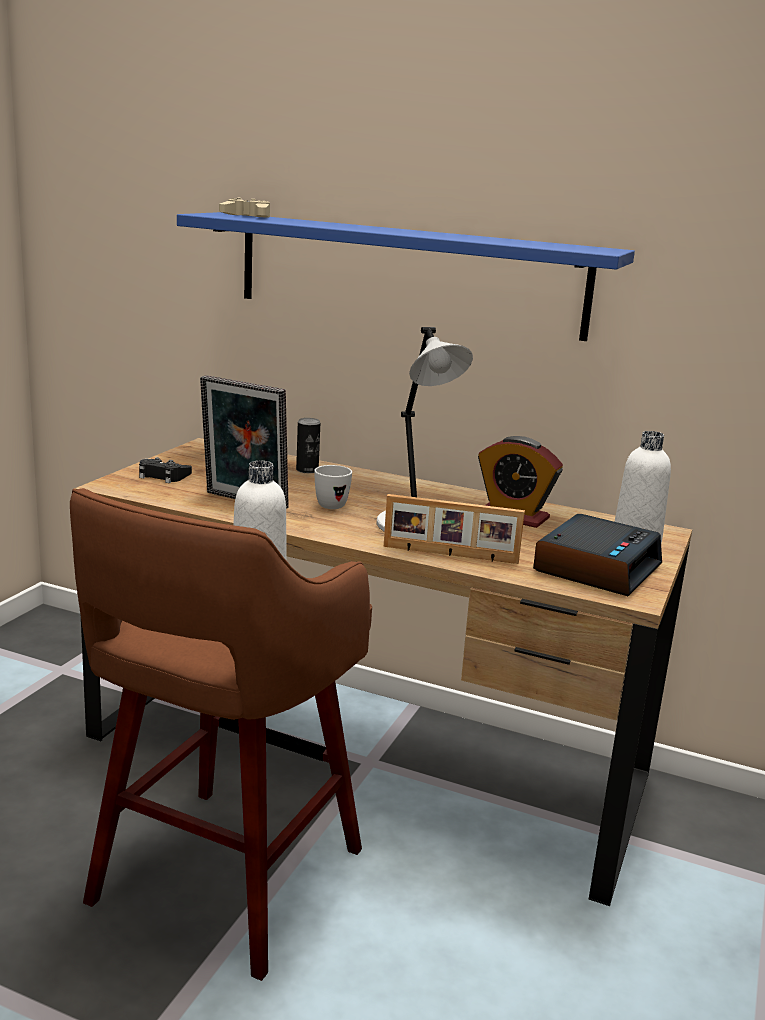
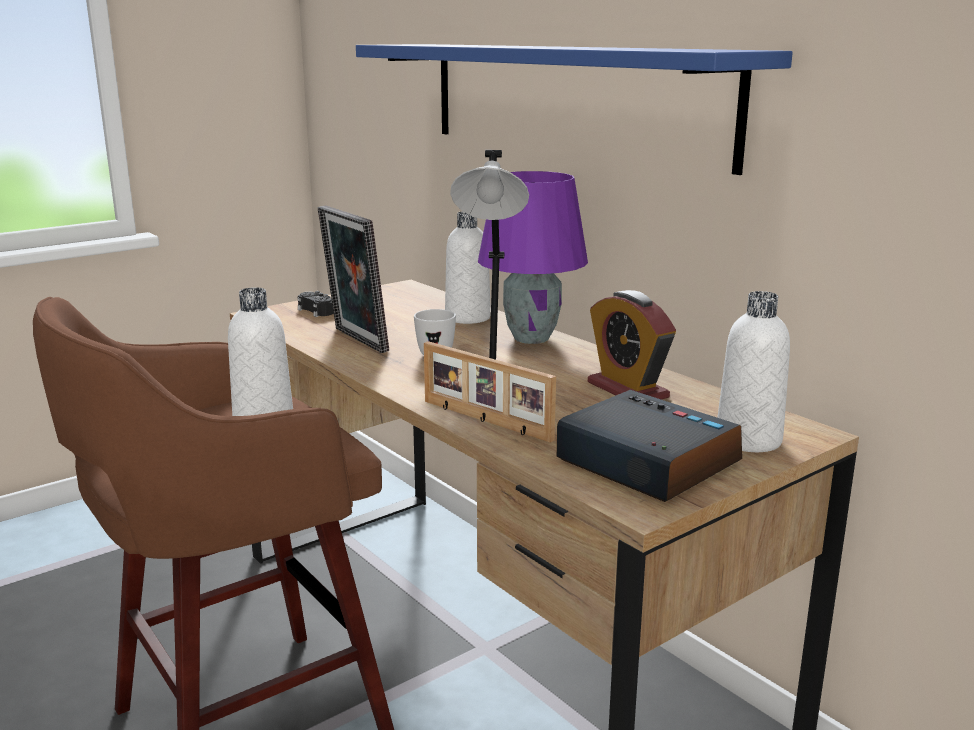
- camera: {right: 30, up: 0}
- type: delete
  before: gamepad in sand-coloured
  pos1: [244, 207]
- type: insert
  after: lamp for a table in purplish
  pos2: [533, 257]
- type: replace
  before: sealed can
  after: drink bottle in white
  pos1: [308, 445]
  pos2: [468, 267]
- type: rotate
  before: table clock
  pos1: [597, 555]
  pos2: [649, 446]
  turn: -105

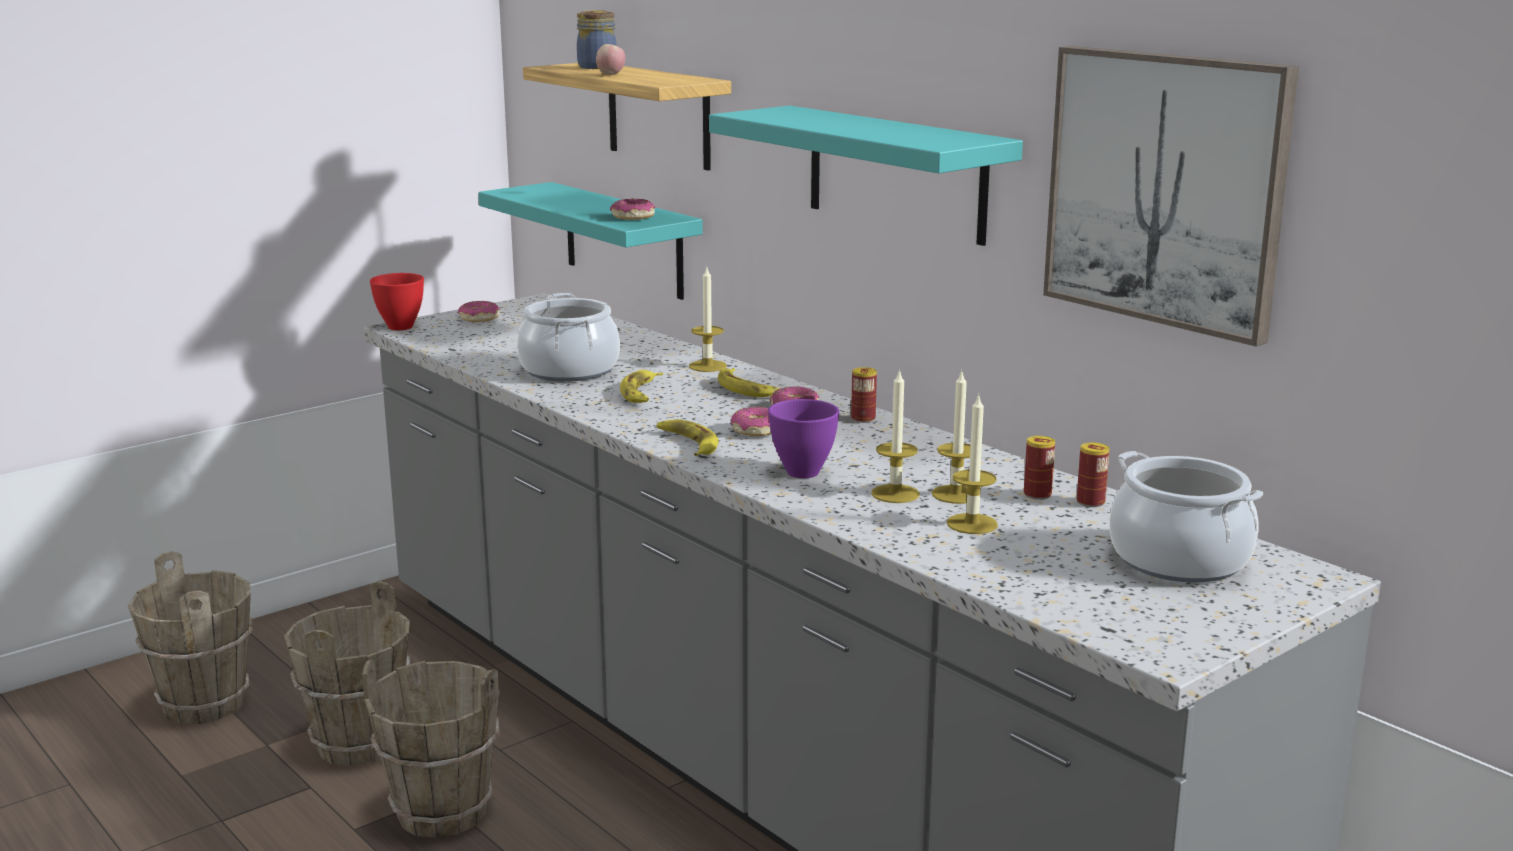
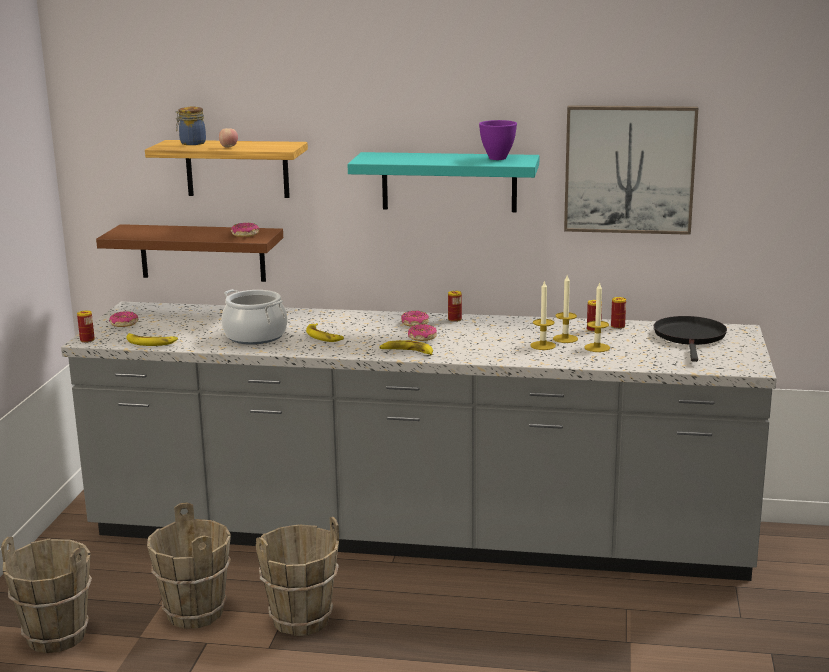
- camera: {right: -40, up: 0}
- type: delete
  before: wax candle
  pos1: [708, 320]
- type: move
  before: whole banana
  pos1: [748, 382]
  pos2: [152, 339]
- type: move
  before: bowl in purplish
  pos1: [803, 438]
  pos2: [498, 140]
- type: replace
  before: bowl in reddish
  after: sealed can
  pos1: [397, 301]
  pos2: [86, 326]
- type: replace
  before: saucepot
  after: frying pan in black-coloured
  pos1: [1186, 516]
  pos2: [690, 339]
- type: recolor
  before: bracket shelf in turquoise
  after: bracket shelf in brownish
  pos1: [590, 241]
  pos2: [189, 253]

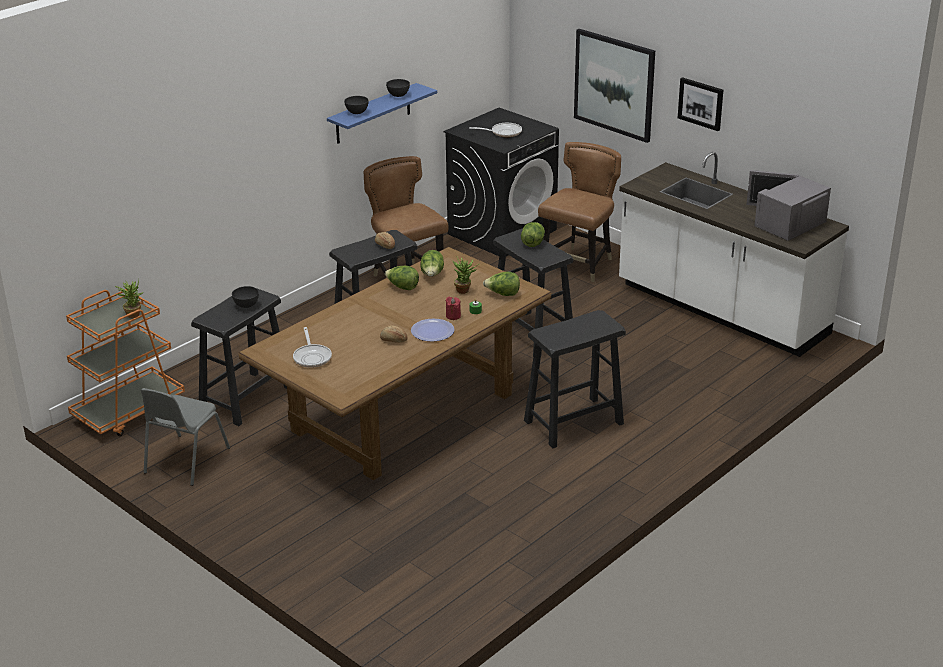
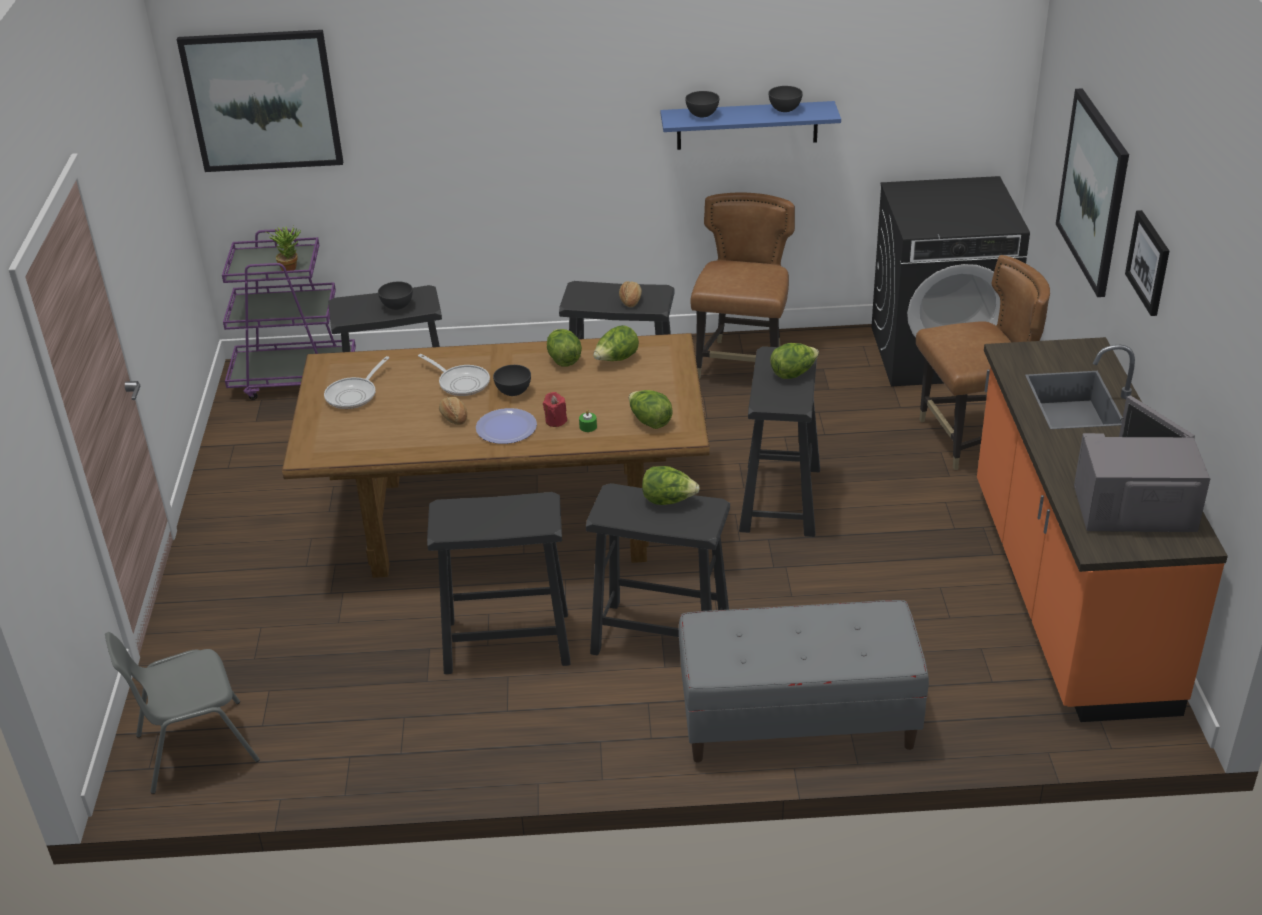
- camera: {right: 45, up: 5}
- type: delete
  before: plant in a pot
  pos1: [466, 275]
- type: insert
  after: picture
  pos2: [260, 101]
- type: insert
  after: stool seat in black-coloured
  pos2: [499, 583]
- type: insert
  after: bowl in greyish
  pos2: [512, 380]
- type: insert
  after: head of lettuce
  pos2: [671, 485]
- type: insert
  after: bench in greyish
  pos2: [804, 681]
- type: move
  before: plain chair in greyish
  pos1: [185, 437]
  pos2: [182, 713]
- type: move
  before: frying pan
  pos1: [495, 130]
  pos2: [454, 375]
- type: recolor
  before: cart in orangey
  after: cart in purplish
  pos1: [125, 362]
  pos2: [289, 314]
- type: recolor
  before: kitchen counter in white
  after: kitchen counter in orangey
  pos1: [734, 254]
  pos2: [1102, 529]

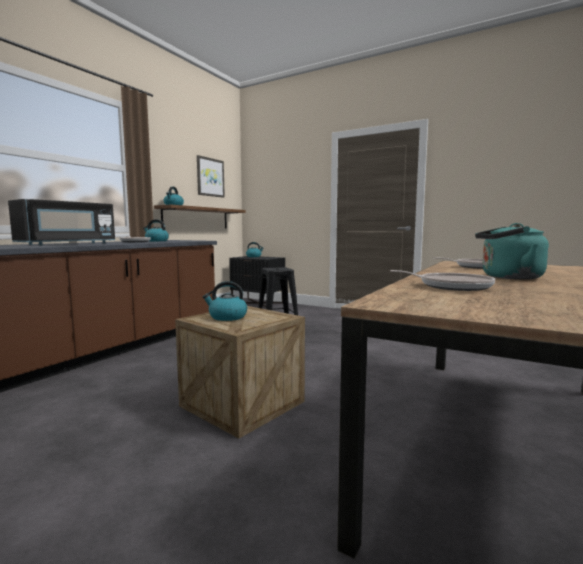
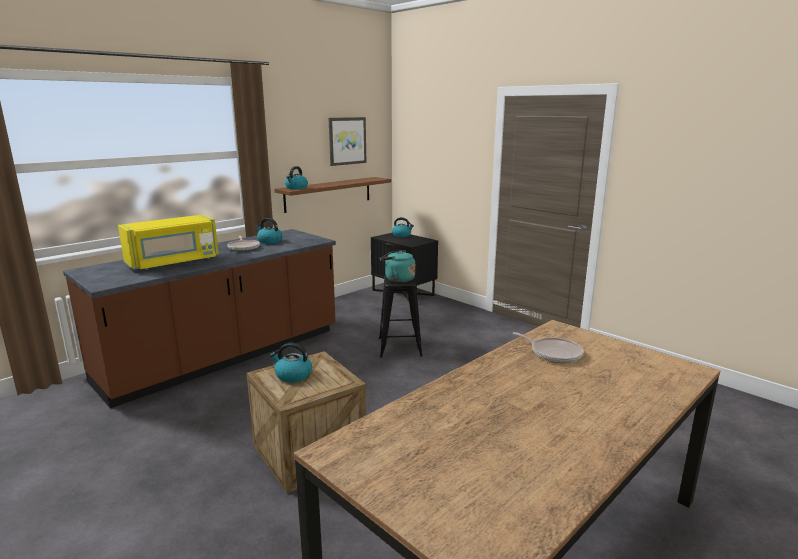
- camera: {right: 15, up: 10}
- type: delete
  before: frying pan
  pos1: [442, 280]
- type: move
  before: water kettle in turquoise
  pos1: [512, 251]
  pos2: [397, 266]
- type: recolor
  before: microwave oven in black-coloured
  after: microwave oven in yellow
  pos1: [61, 222]
  pos2: [168, 242]

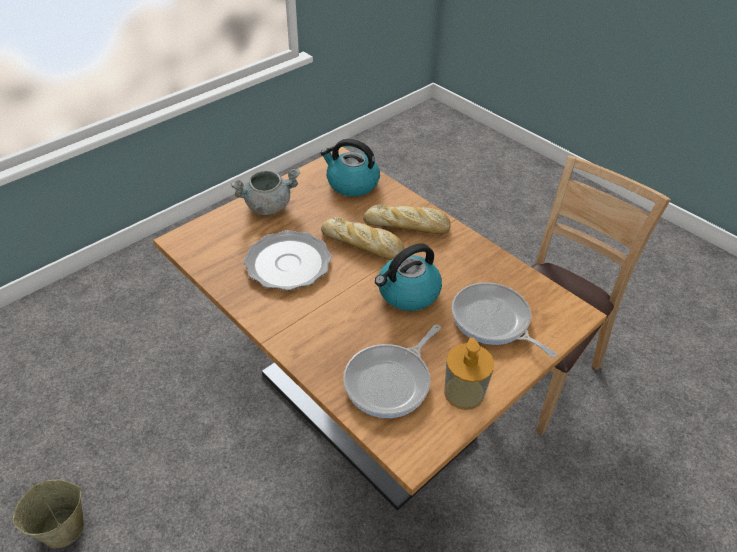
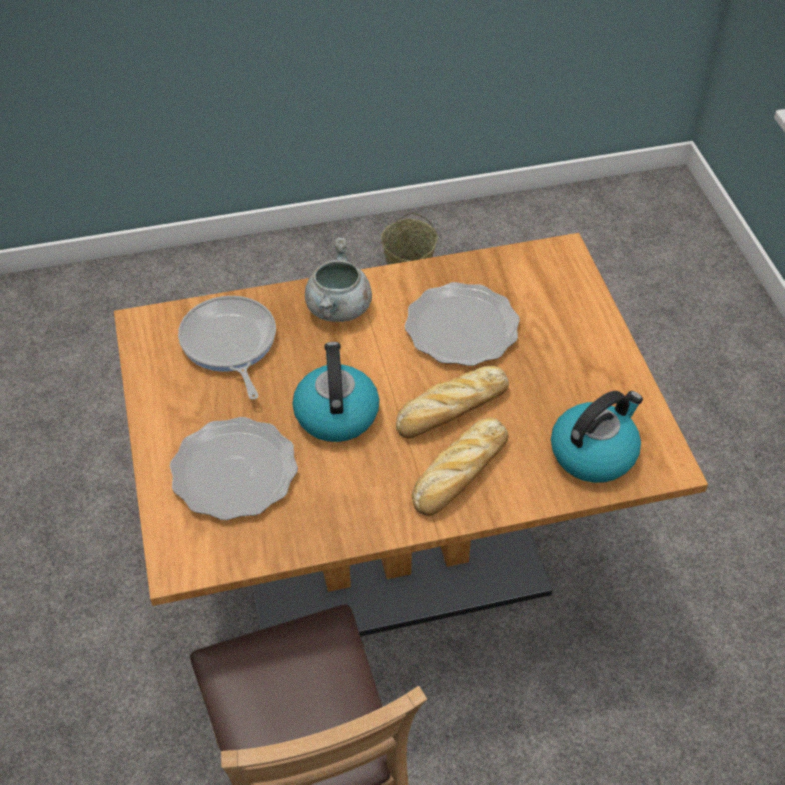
- camera: {right: 120, up: 5}
- type: delete
  before: soap dispenser
  pos1: [469, 373]
- type: move
  before: saucepot in greyish
  pos1: [265, 191]
  pos2: [338, 279]
- type: replace
  before: frying pan
  after: dinner plate
  pos1: [505, 320]
  pos2: [234, 468]

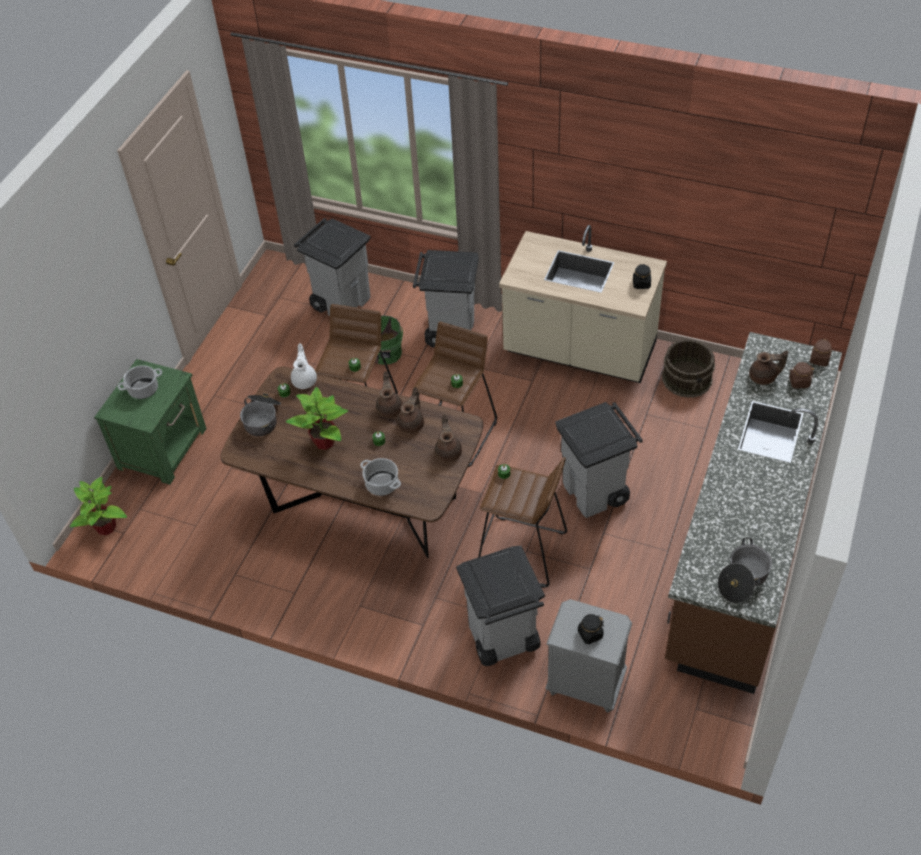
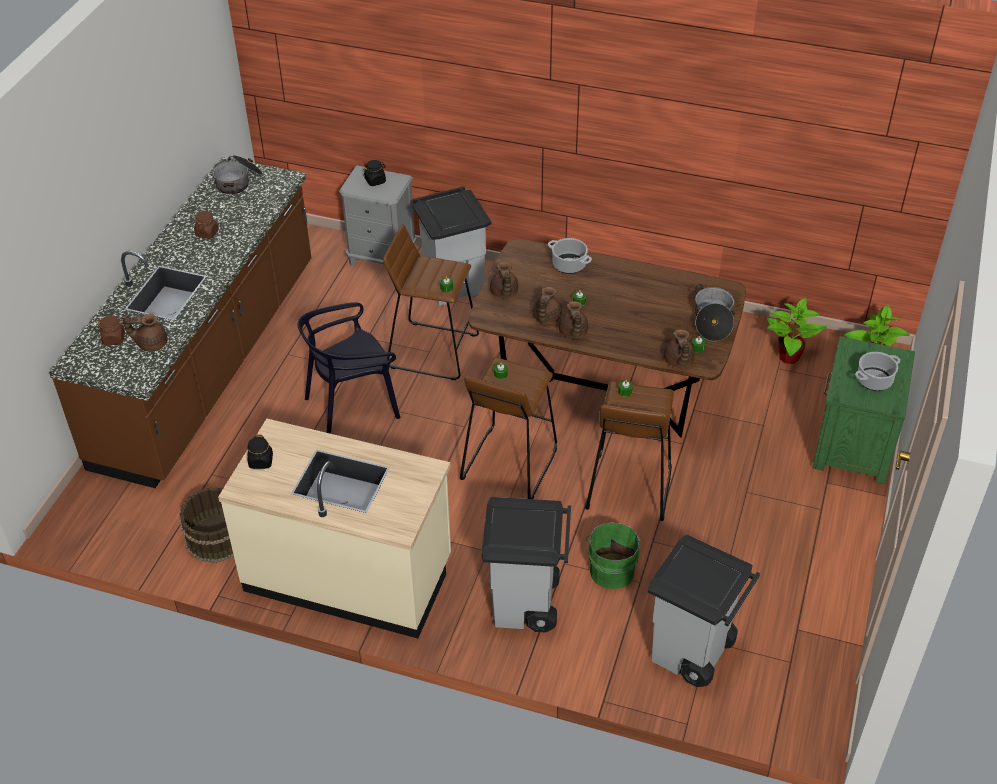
- camera: {right: 175, up: -5}
- type: move
  before: plant in a pot
  pos1: [317, 418]
  pos2: [797, 331]
- type: move
  before: storage jar in brownish
  pos1: [821, 352]
  pos2: [206, 224]
- type: replace
  before: rubbish bin in greyish
  after: plain chair in black-coloured
  pos1: [599, 460]
  pos2: [349, 368]
- type: recolor
  before: teapot in white
  after: teapot in brownish
  pos1: [304, 366]
  pos2: [679, 348]

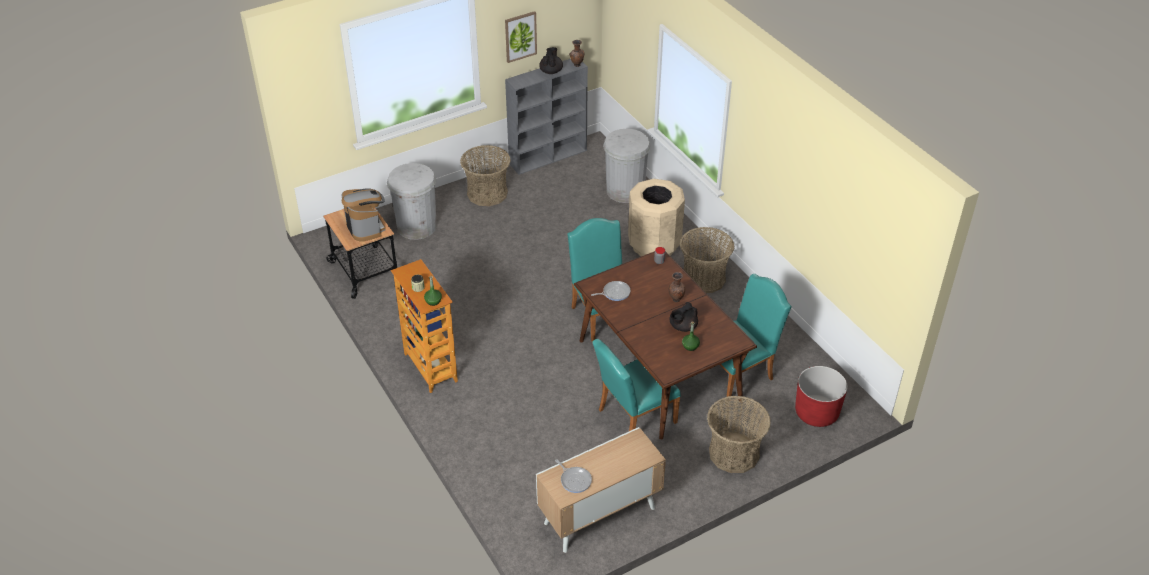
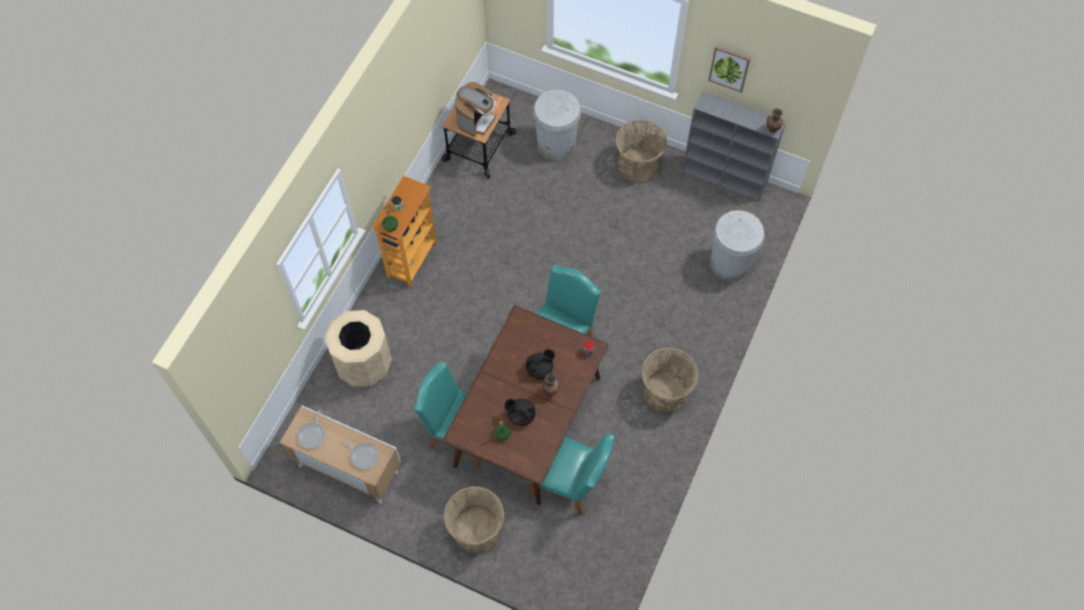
- camera: {right: 55, up: 20}
- type: delete
  before: plant pot in reddish
  pos1: [821, 396]
- type: move
  before: teapot in black-coloured
  pos1: [551, 60]
  pos2: [540, 364]
- type: move
  before: frying pan
  pos1: [610, 291]
  pos2: [360, 454]
- type: move
  before: rubbish bin in sand-coloured
  pos1: [656, 217]
  pos2: [358, 348]

